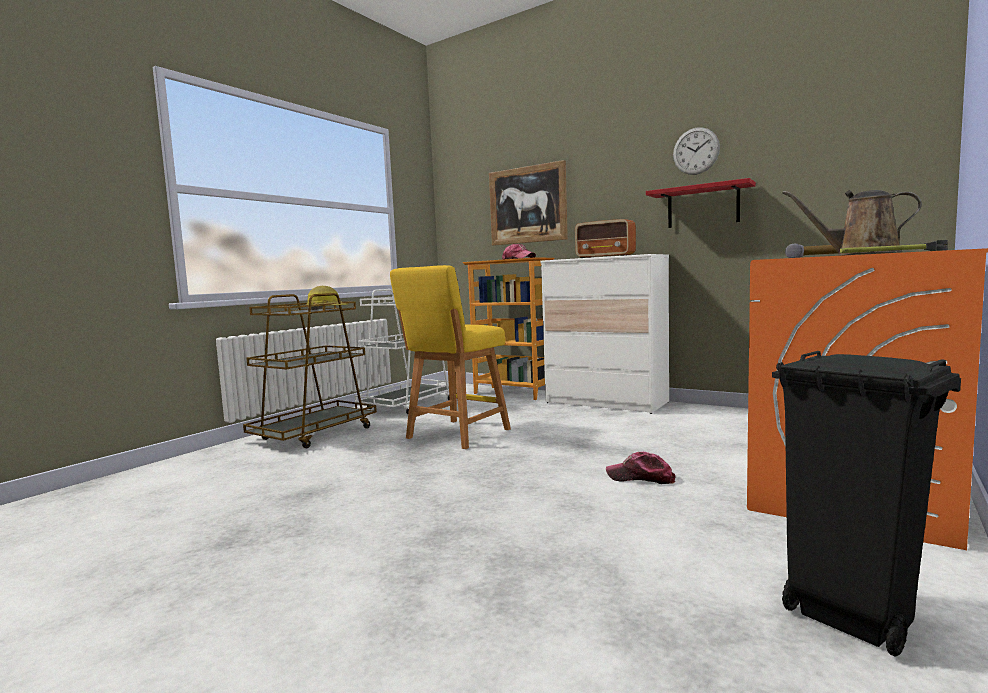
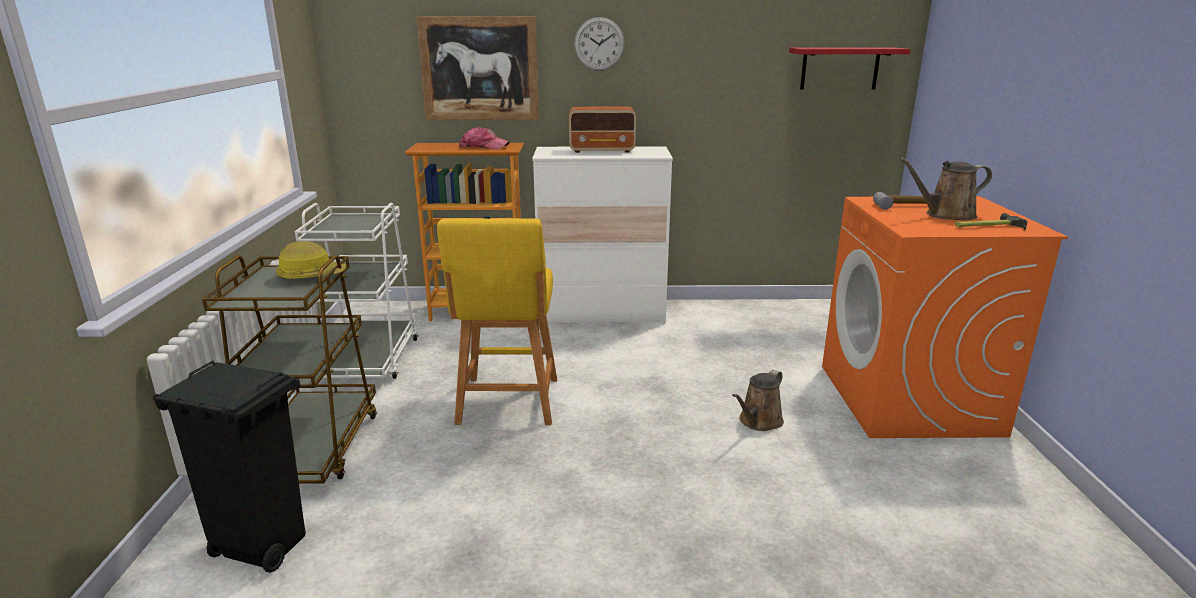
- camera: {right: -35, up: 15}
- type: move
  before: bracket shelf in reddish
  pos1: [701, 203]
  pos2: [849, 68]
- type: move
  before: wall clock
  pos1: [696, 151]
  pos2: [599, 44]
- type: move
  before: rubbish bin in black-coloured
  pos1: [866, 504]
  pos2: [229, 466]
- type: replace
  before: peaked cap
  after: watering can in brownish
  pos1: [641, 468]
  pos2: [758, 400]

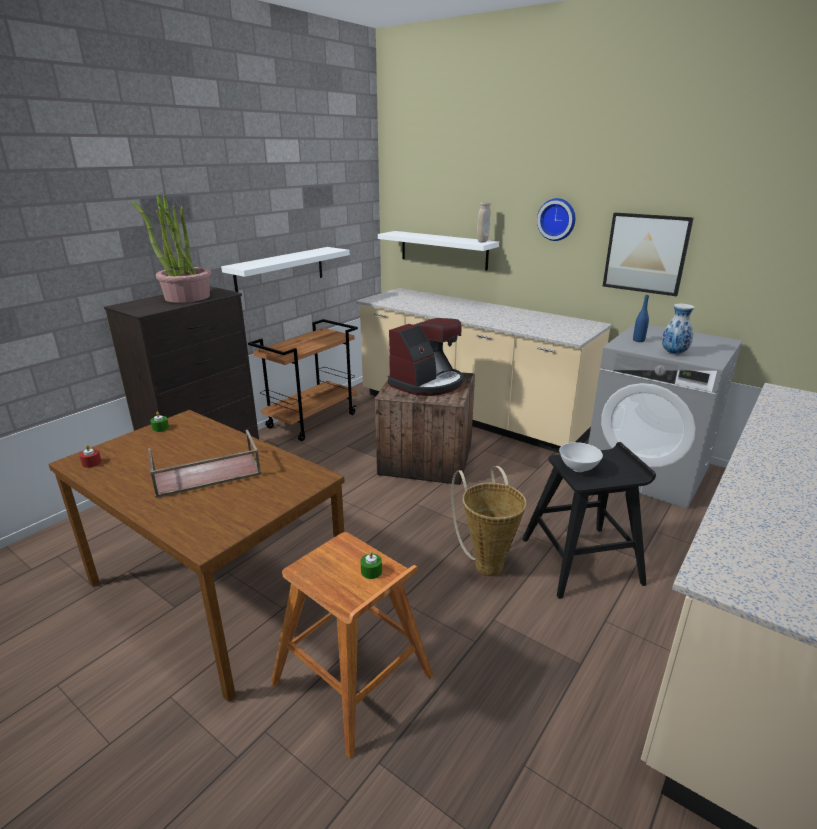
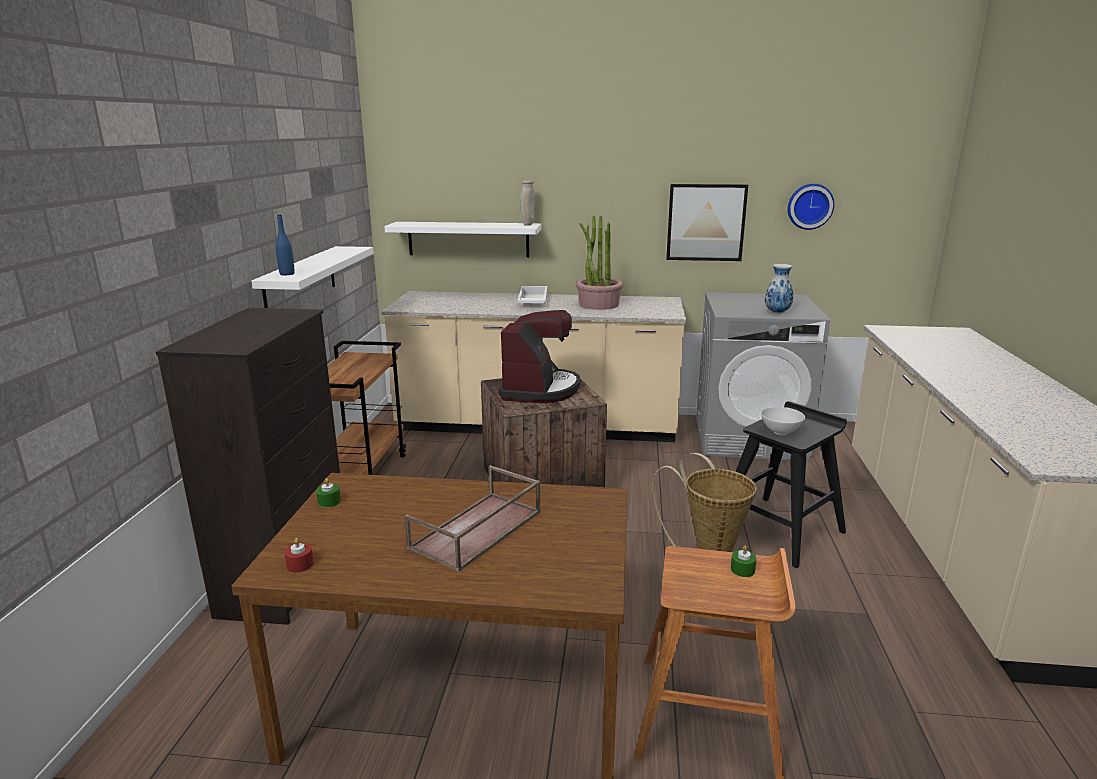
- camera: {right: -30, up: -5}
- type: insert
  after: carrying tray in white
  pos2: [532, 295]
- type: move
  before: plant in a pot
  pos1: [171, 248]
  pos2: [599, 263]
- type: move
  before: wall clock
  pos1: [556, 219]
  pos2: [811, 207]
- type: move
  before: drink bottle in blue-coloured
  pos1: [641, 318]
  pos2: [285, 245]

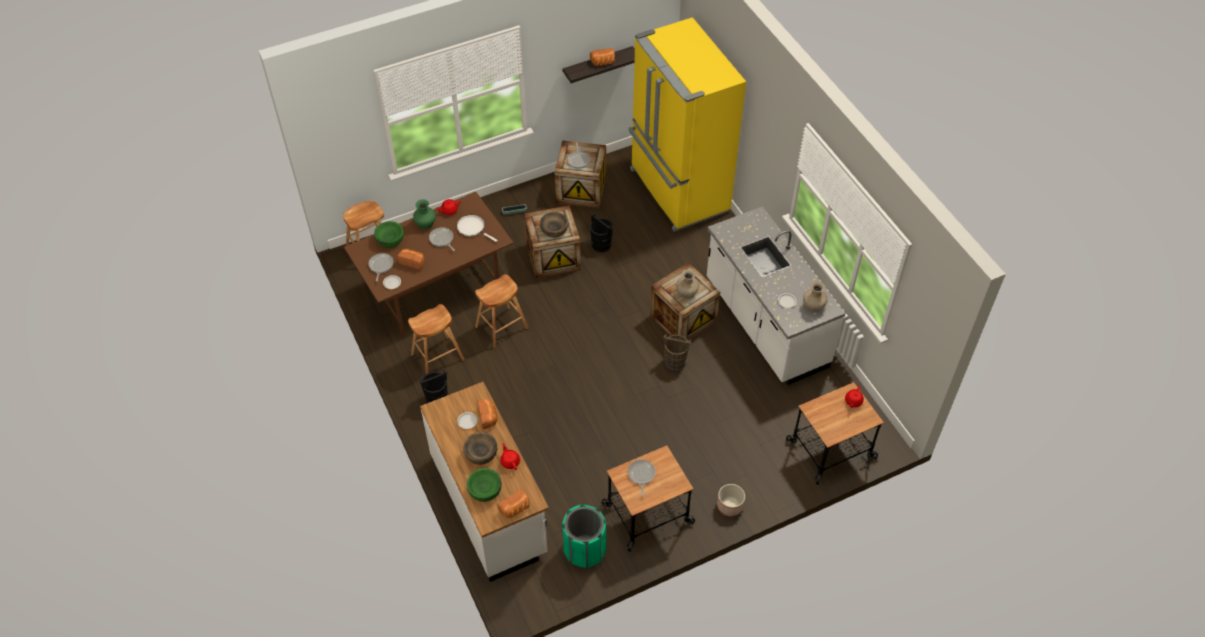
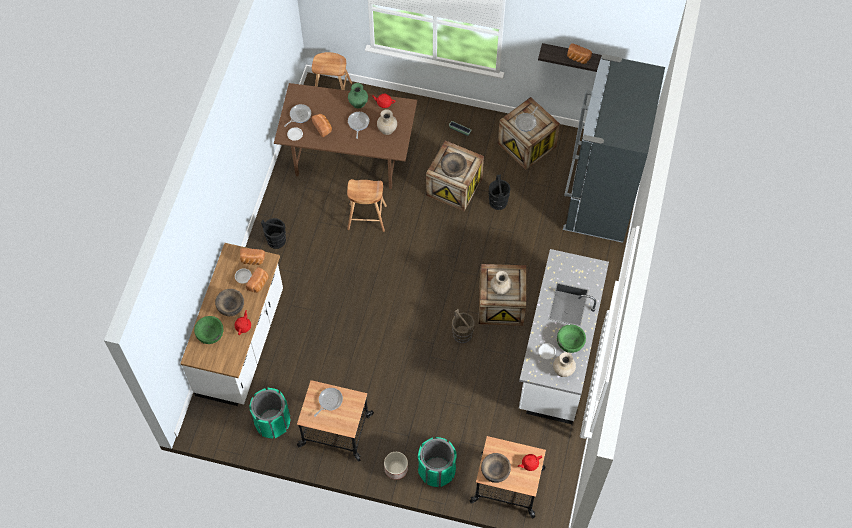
- camera: {right: 40, up: 10}
- type: delete
  before: stool seat in brownish
  pos1: [436, 339]
- type: insert
  after: rubbish bin in greenish
  pos2: [437, 462]
- type: insert
  after: bowl in brownish
  pos2: [496, 468]
- type: move
  before: bowl in greenish
  pos1: [389, 234]
  pos2: [571, 338]
- type: move
  before: bread
  pos1: [513, 503]
  pos2: [252, 256]
- type: replace
  before: frying pan in white
  after: decorative vase in sand-coloured
  pos1: [477, 228]
  pos2: [387, 122]
- type: recolor
  before: fridge in yellow
  after: fridge in black-coloured
  pos1: [687, 124]
  pos2: [614, 148]

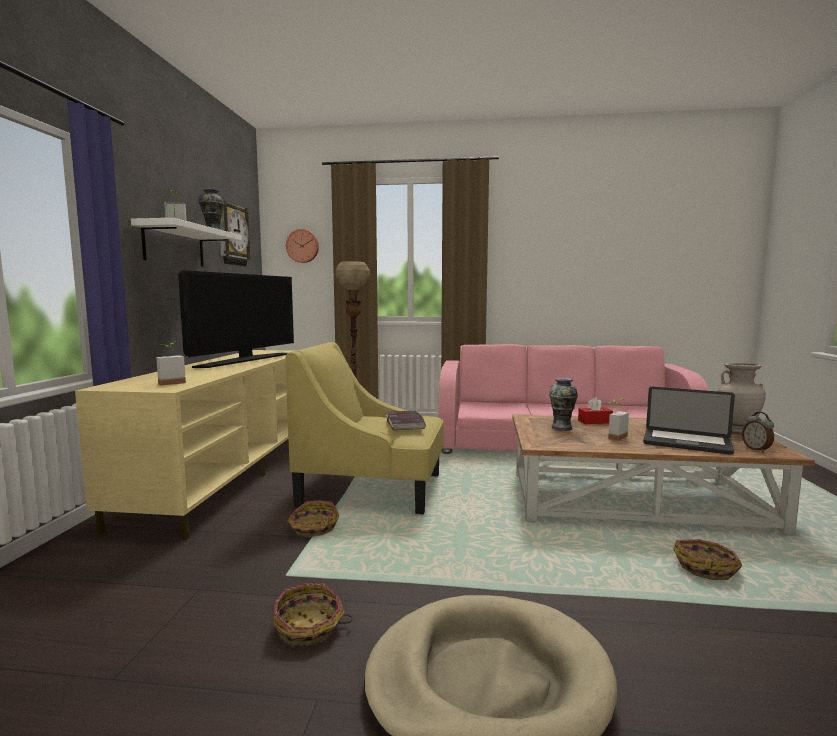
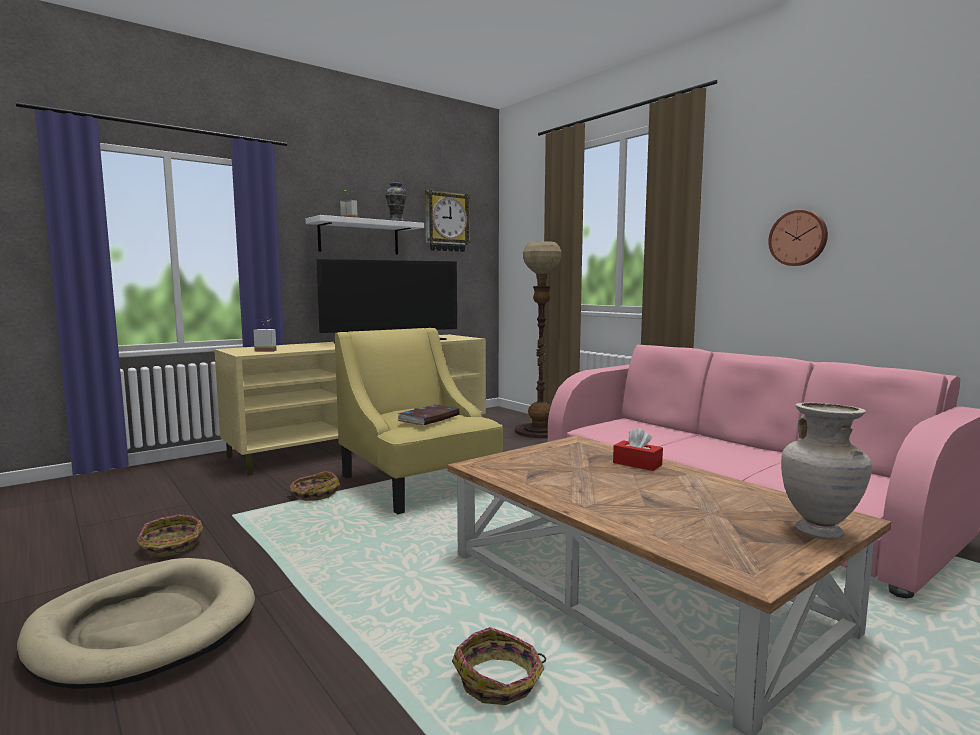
- camera: {right: 45, up: 0}
- type: delete
  before: decorative vase
  pos1: [563, 404]
- type: delete
  before: plant in a pot
  pos1: [618, 419]
- type: delete
  before: portable computer
  pos1: [689, 421]
- type: delete
  before: table clock
  pos1: [758, 432]
- type: move
  before: wall clock
  pos1: [302, 246]
  pos2: [798, 238]

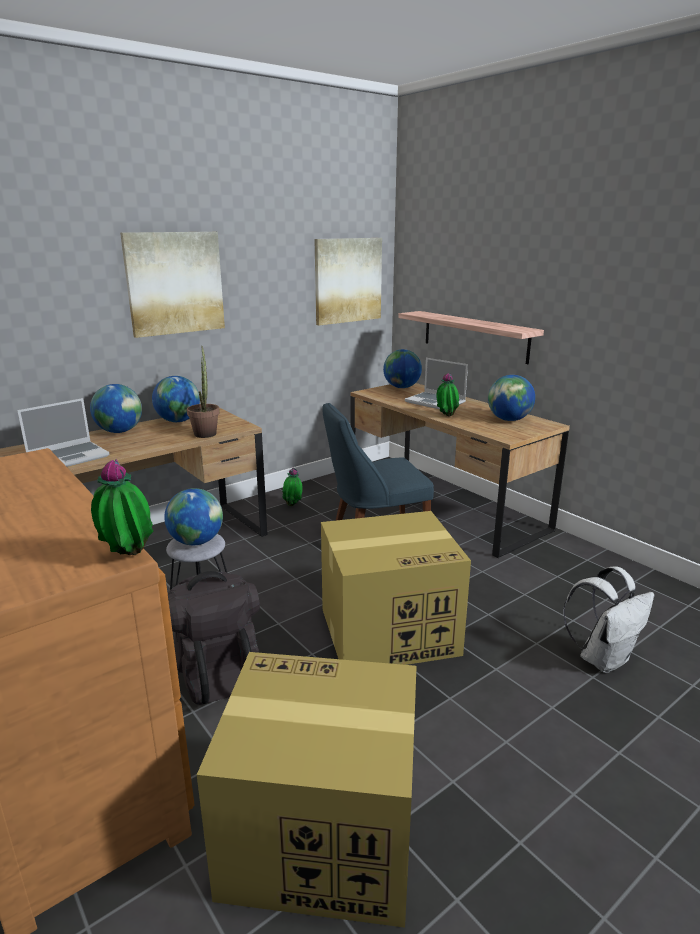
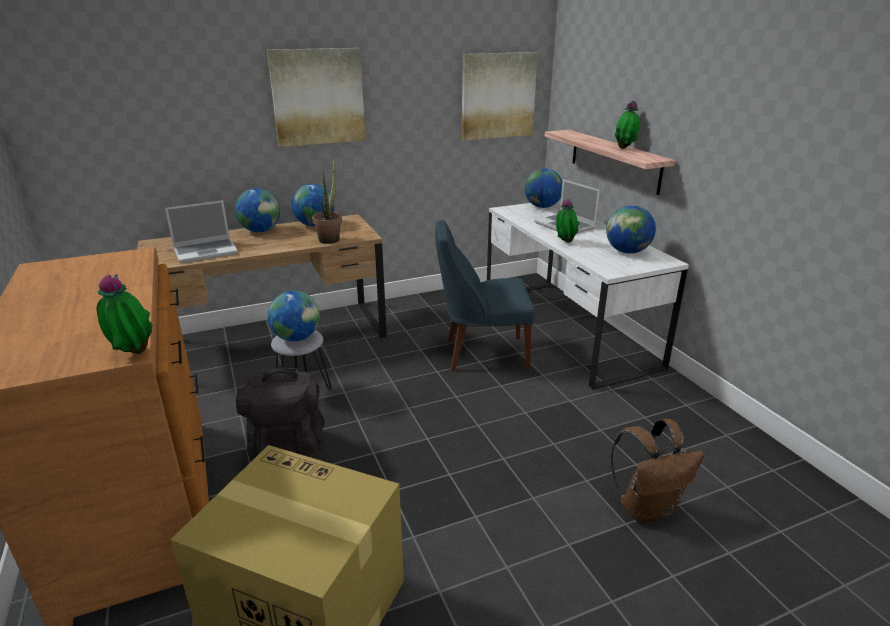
- camera: {right: 15, up: 5}
- type: delete
  before: packing box
  pos1: [396, 588]
- type: move
  before: plant in a pot
  pos1: [292, 487]
  pos2: [628, 125]
- type: recolor
  before: desk table in brownish
  after: desk table in white
  pos1: [460, 471]
  pos2: [588, 296]
- type: recolor
  before: rucksack in white
  after: rucksack in brownish
  pos1: [608, 619]
  pos2: [657, 471]

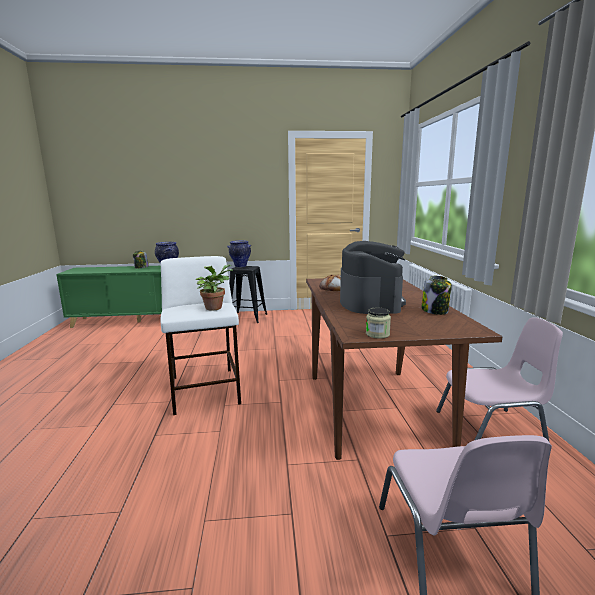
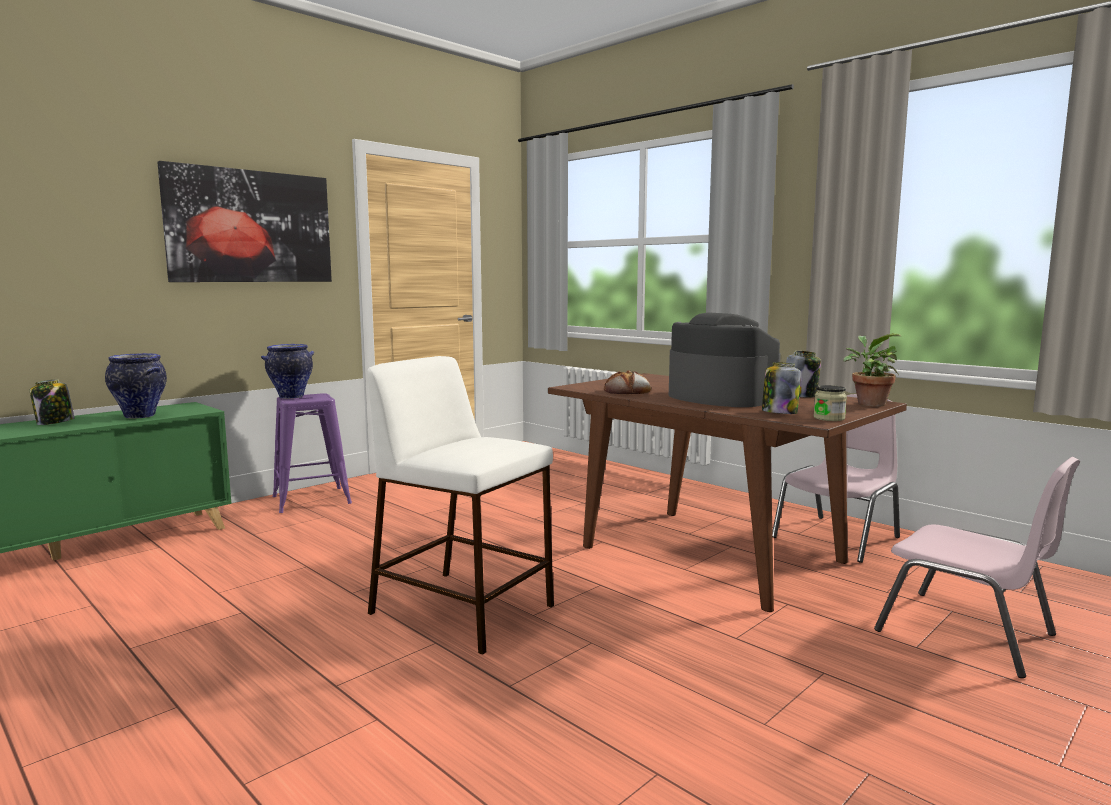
- camera: {right: -40, up: -5}
- type: insert
  after: picture
  pos2: [245, 221]
- type: insert
  after: storage jar
  pos2: [781, 388]
- type: move
  before: plant in a pot
  pos1: [214, 287]
  pos2: [872, 370]
- type: recolor
  before: stool seat in black-coloured
  after: stool seat in purplish
  pos1: [248, 294]
  pos2: [312, 453]

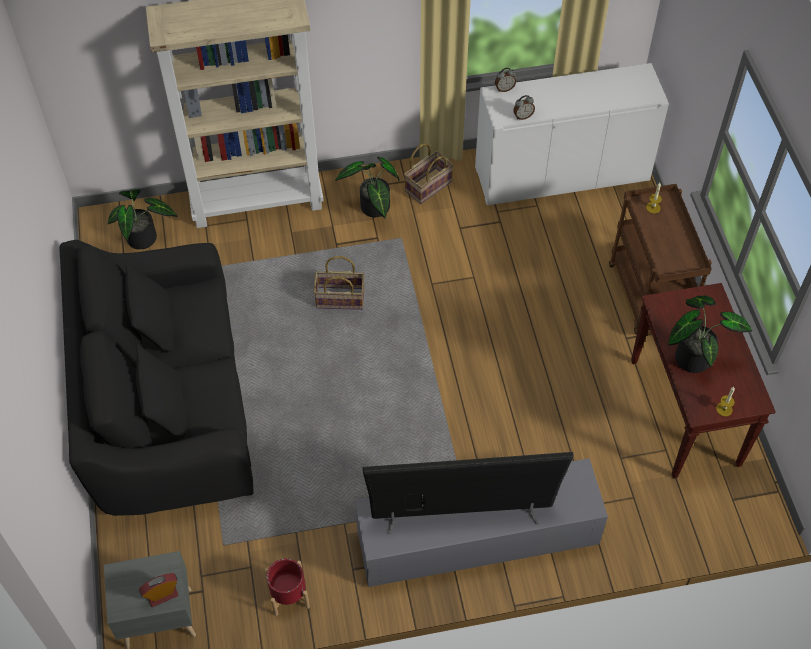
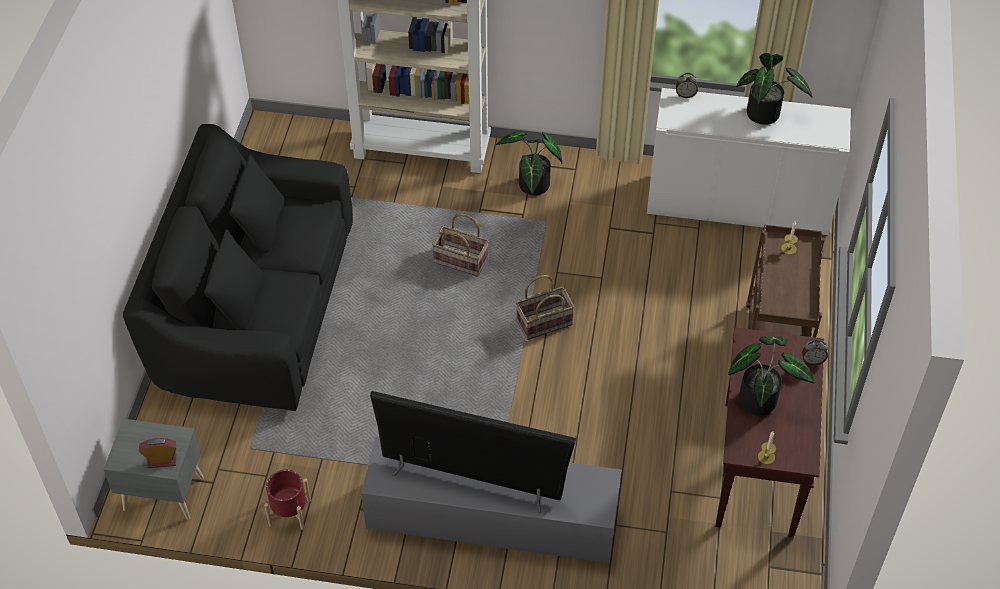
- camera: {right: 20, up: -5}
- type: move
  before: plant in a pot
  pos1: [143, 219]
  pos2: [774, 89]
- type: move
  before: basket
  pos1: [429, 173]
  pos2: [545, 307]
- type: move
  before: table clock
  pos1: [524, 107]
  pos2: [815, 352]

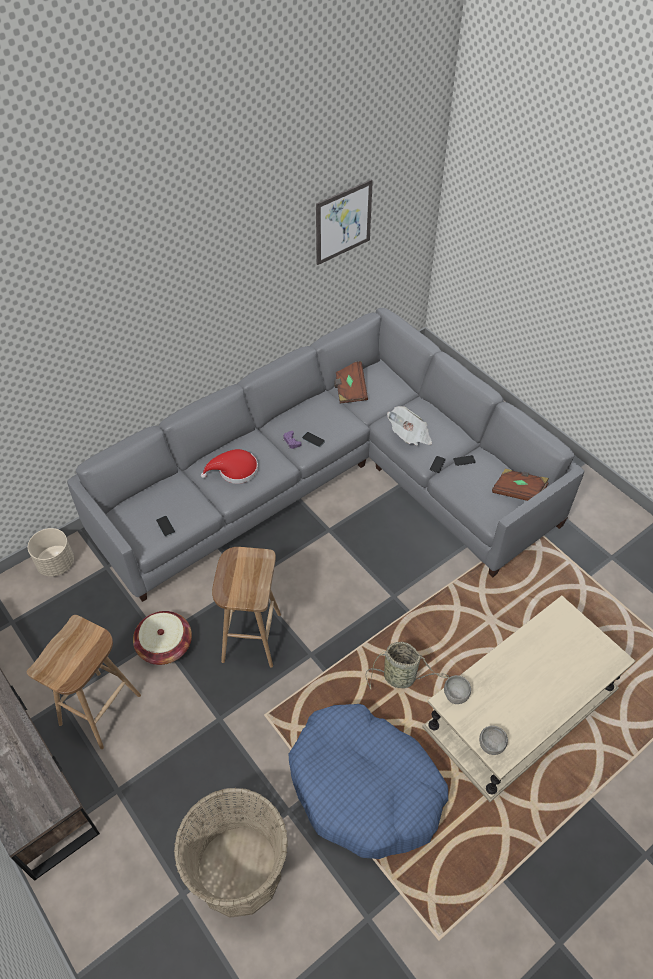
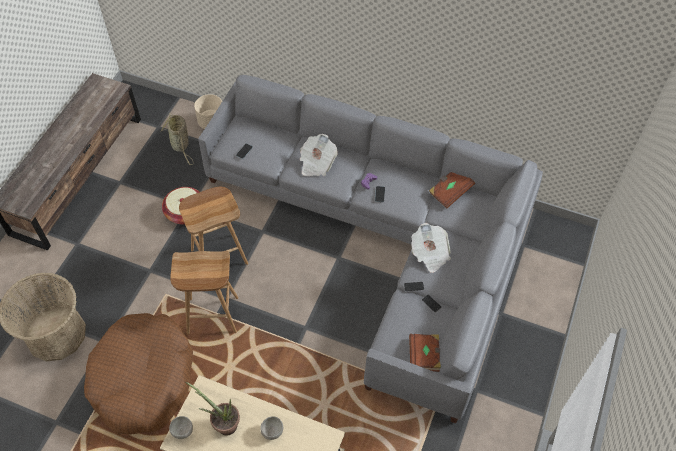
- camera: {right: 60, up: 5}
- type: delete
  before: picture
  pos1: [344, 222]
- type: insert
  after: plant in a pot
  pos2: [213, 408]
- type: move
  before: stool seat in brownish
  pos1: [84, 682]
  pos2: [204, 293]
- type: move
  before: basket
  pos1: [407, 665]
  pos2: [177, 139]
- type: move
  before: bowl in greyish
  pos1: [457, 689]
  pos2: [271, 428]
- type: replace
  before: hat in reddish
  after: daily paper
  pos1: [229, 466]
  pos2: [318, 155]
- type: recolor
  before: dog bed in blue-coloured
  after: dog bed in brownish
  pos1: [368, 781]
  pos2: [138, 374]

